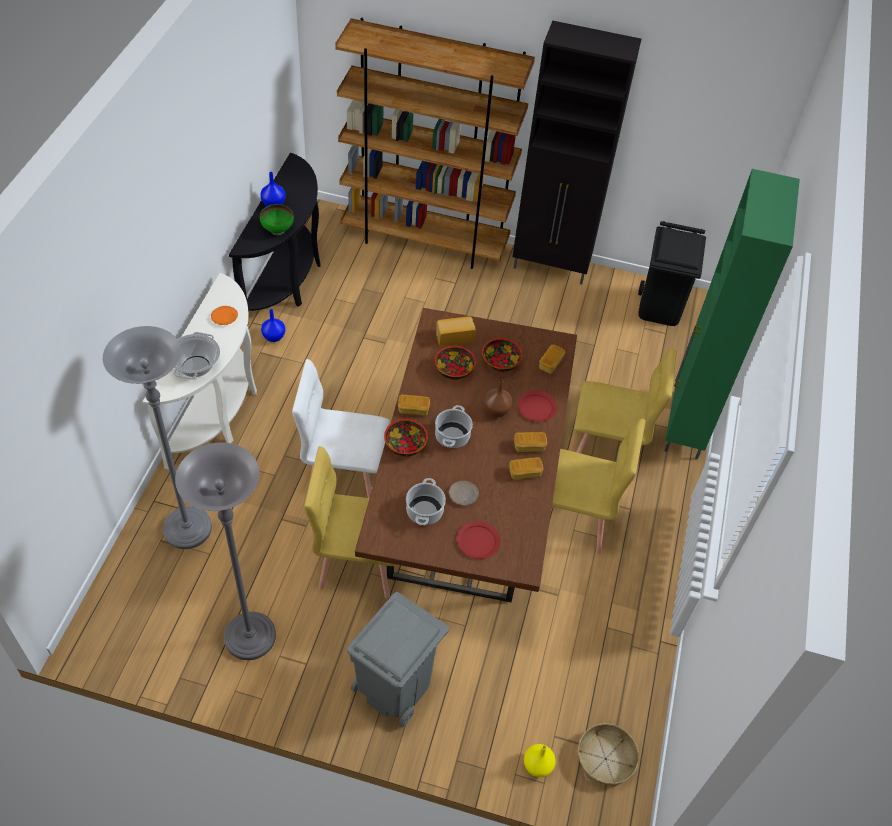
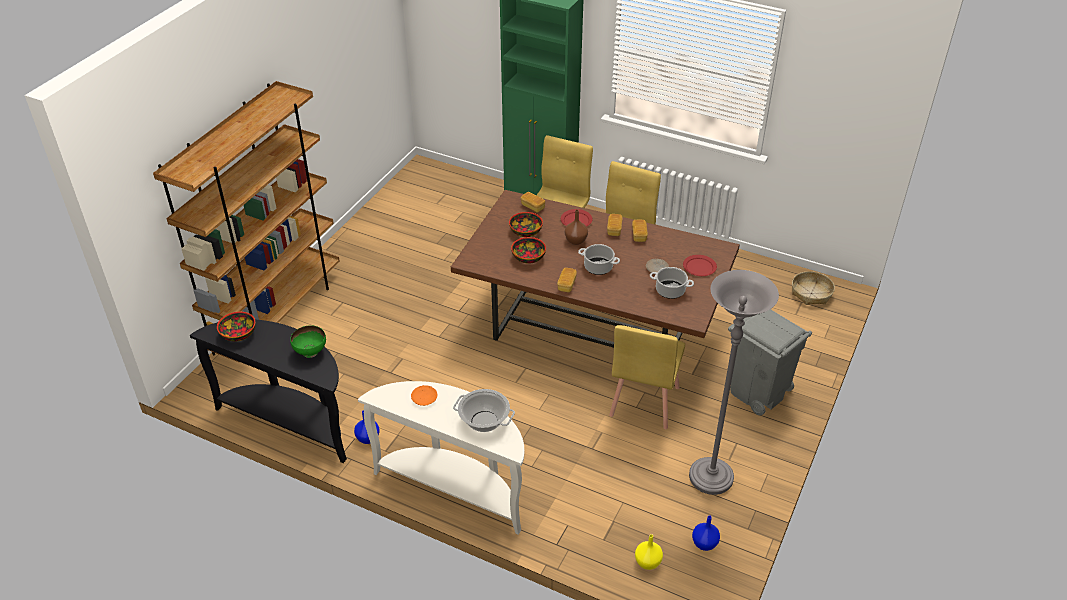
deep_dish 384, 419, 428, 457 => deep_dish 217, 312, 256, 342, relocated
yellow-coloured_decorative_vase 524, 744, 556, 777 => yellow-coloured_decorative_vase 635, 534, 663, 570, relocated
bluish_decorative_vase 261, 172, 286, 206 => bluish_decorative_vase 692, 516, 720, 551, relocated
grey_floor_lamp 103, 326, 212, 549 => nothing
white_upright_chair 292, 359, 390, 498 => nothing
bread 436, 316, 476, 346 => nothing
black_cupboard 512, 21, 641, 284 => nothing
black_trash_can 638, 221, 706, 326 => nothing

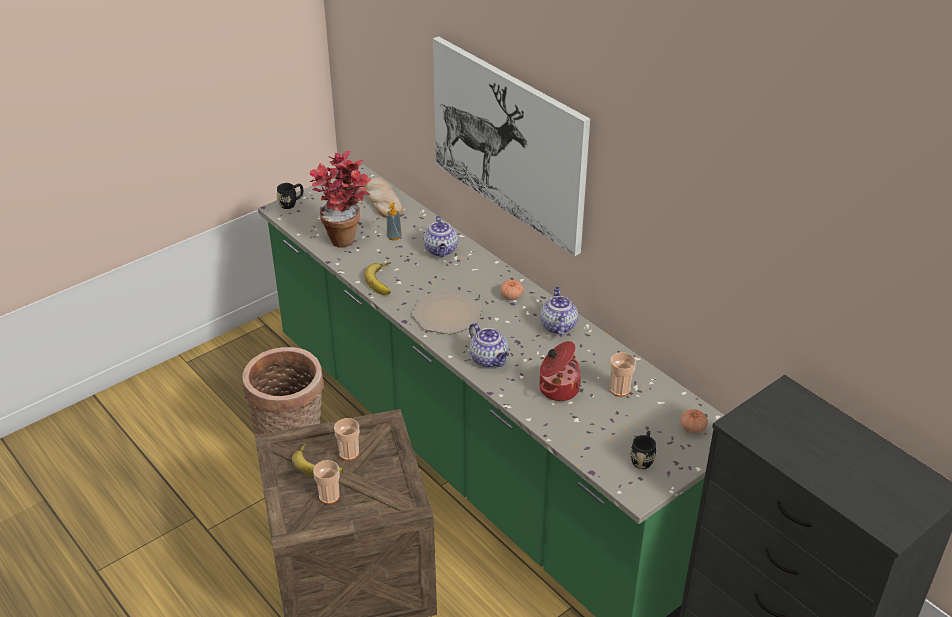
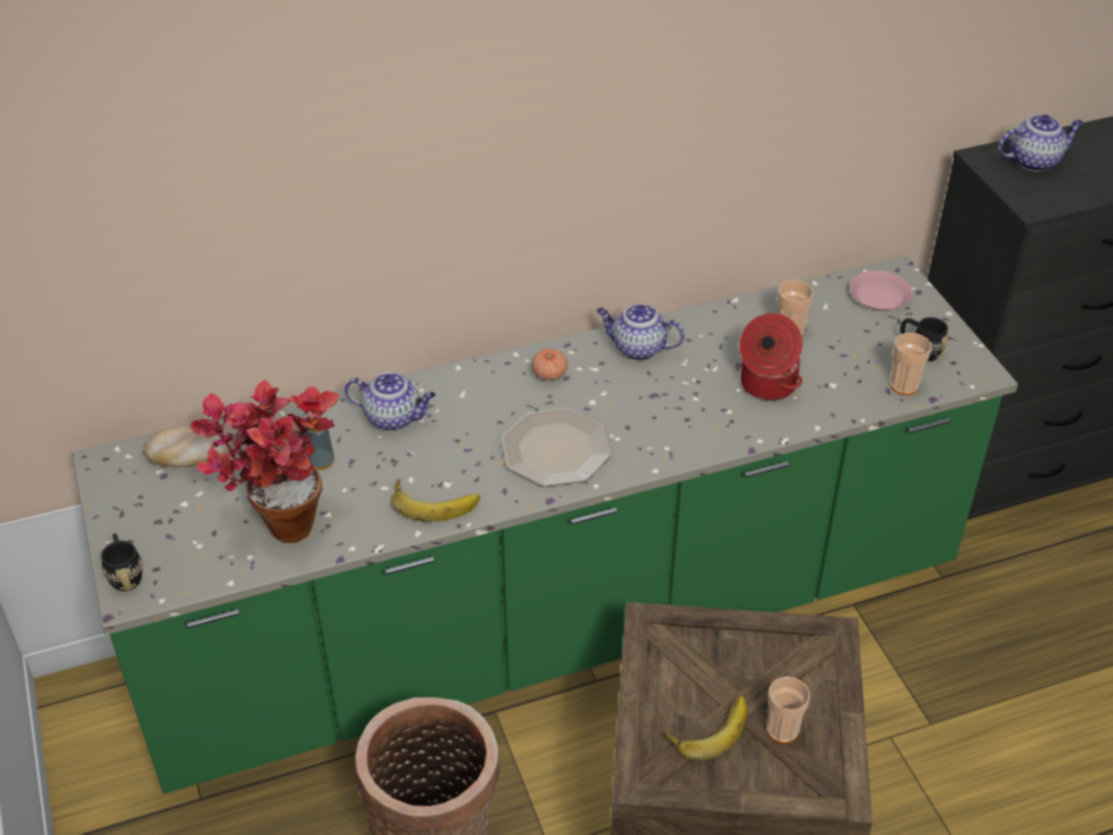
whole_tomato 680, 409, 708, 434 => pink-coloured_dinner_plate 850, 270, 912, 311
small_cup 334, 418, 360, 461 => small_cup 890, 333, 932, 395, relocated
tea_pot 469, 323, 509, 367 => tea_pot 998, 115, 1084, 171, relocated
wall_picture 433, 36, 590, 256 => nothing

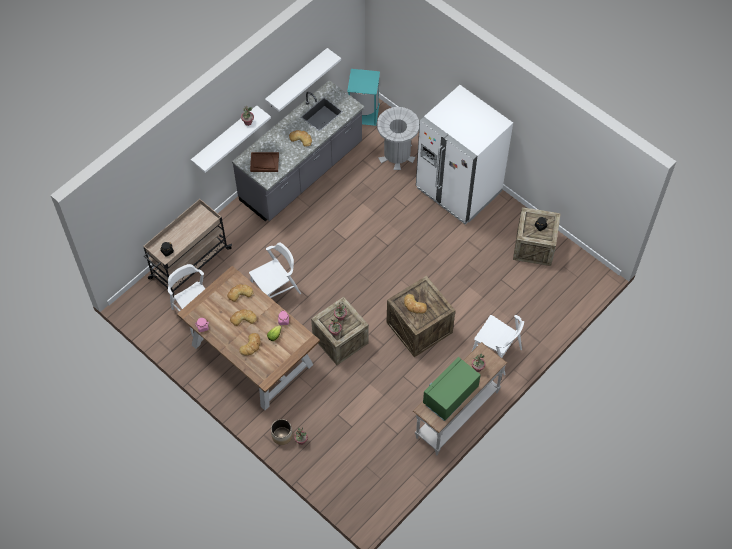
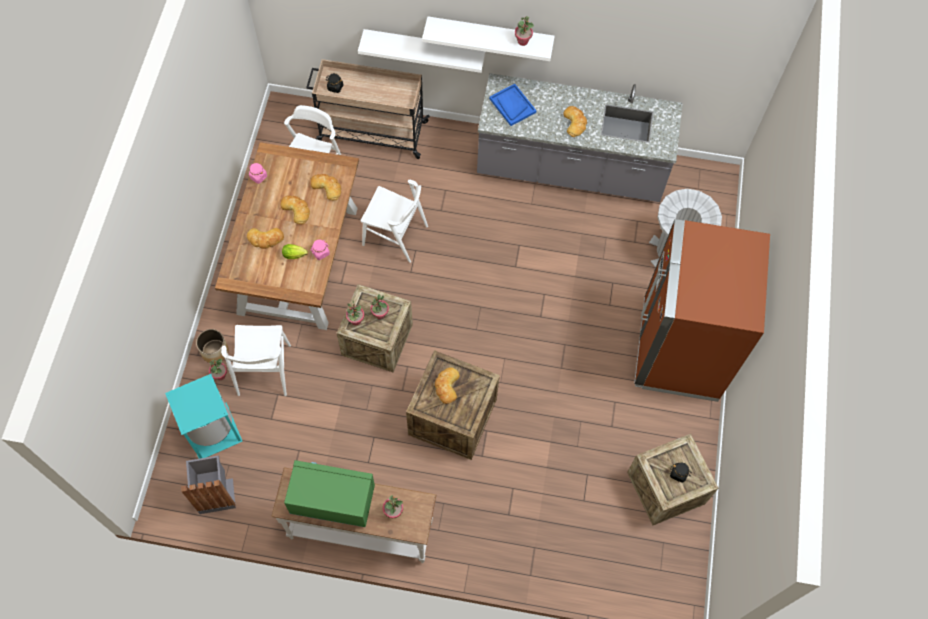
blue-green_trash_can 347, 69, 380, 126 => blue-green_trash_can 165, 374, 243, 459, relocated
nothing => grey_trash_can 181, 456, 236, 514
white_upright_chair 472, 315, 524, 375 => white_upright_chair 221, 325, 291, 396, relocated
white_wall_shelf 265, 48, 341, 112 => white_wall_shelf 358, 29, 486, 73, relocated
brown_serving_tray 250, 152, 279, 172 => bluish_serving_tray 489, 84, 537, 126
white_fridge 416, 85, 513, 225 => brown_fridge 634, 219, 770, 402

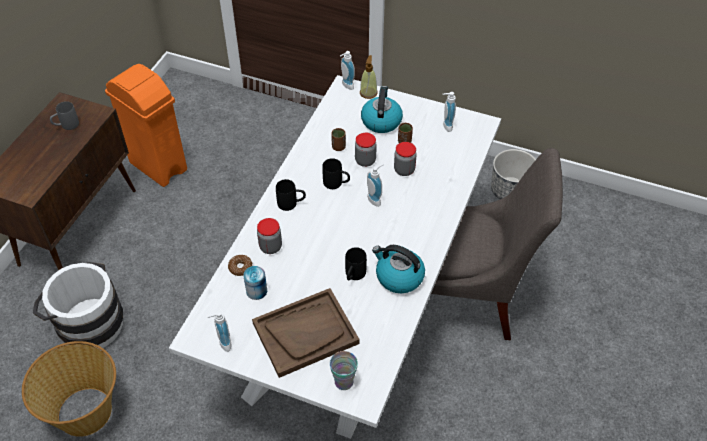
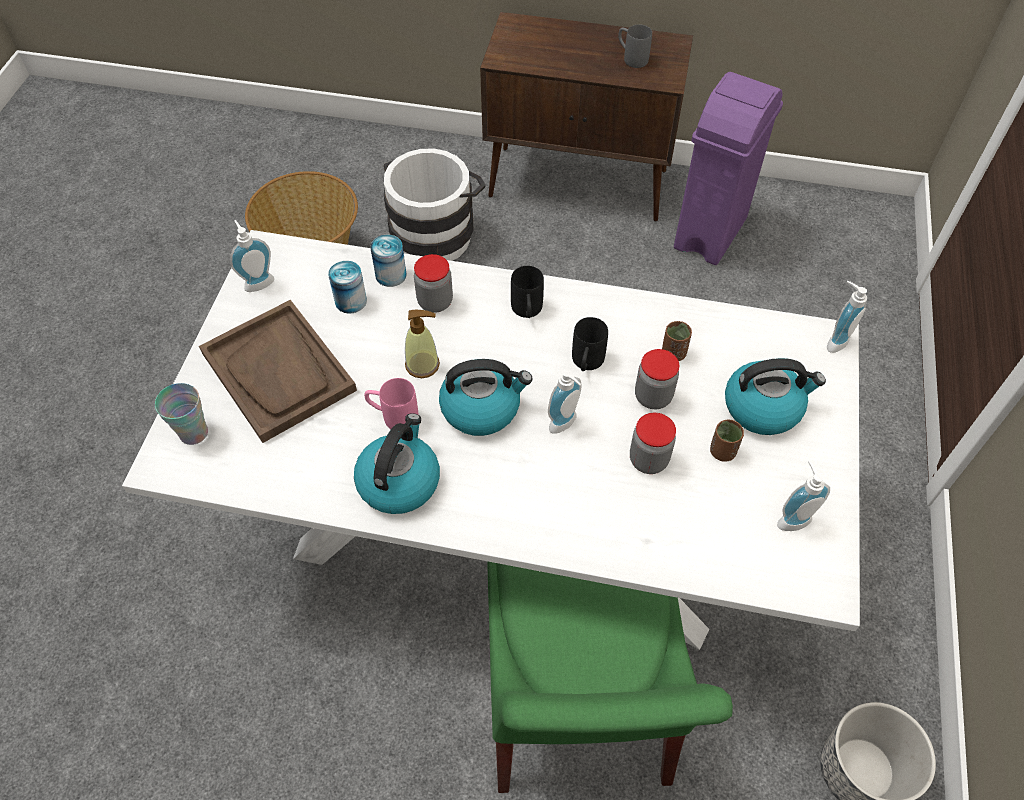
black_coffee_mug 345, 247, 367, 281 => pink-coloured_coffee_mug 364, 378, 419, 429
ring_doughnut 228, 255, 252, 276 => sealed_can 370, 235, 407, 287
liquid_soap_bottle 360, 55, 378, 99 => liquid_soap_bottle 405, 310, 440, 378, relocated
nothing => kettle 439, 359, 533, 436
grey_upright_chair 431, 148, 563, 340 => green-coloured_upright_chair 487, 561, 733, 793
orangey_trash_can 105, 64, 187, 187 => purple-coloured_trash_can 674, 72, 783, 265

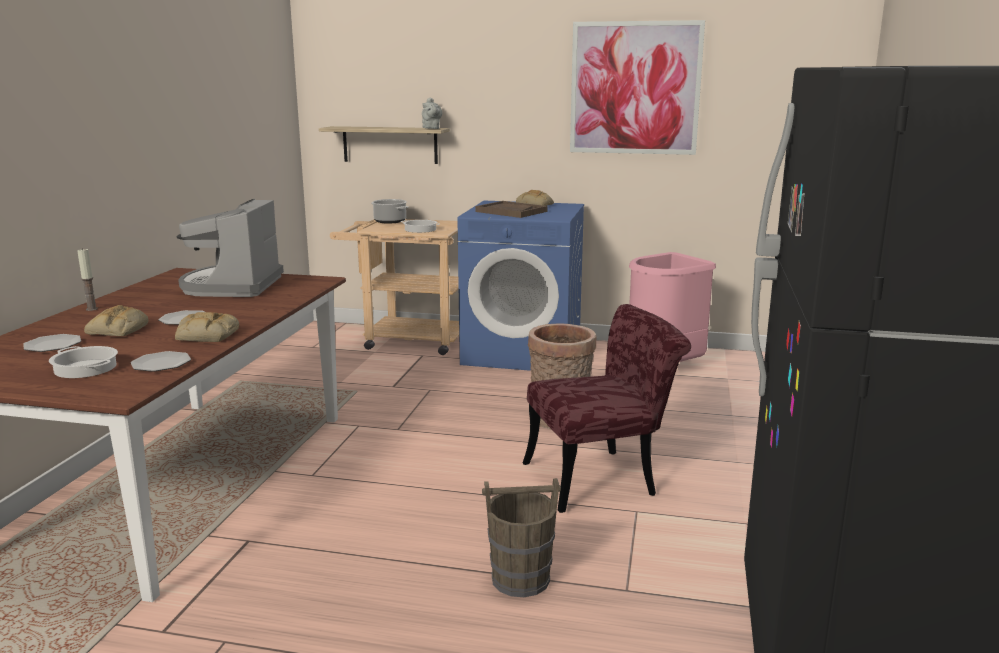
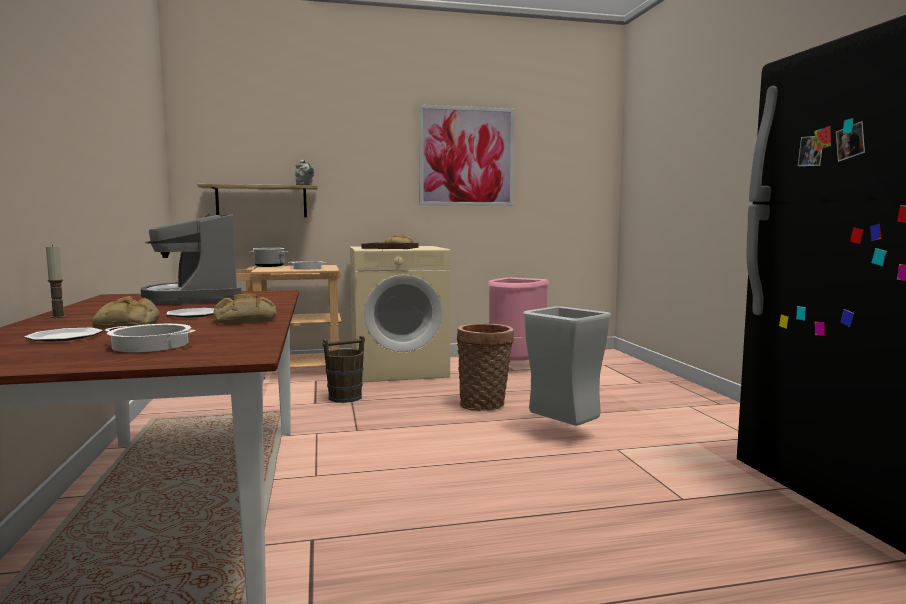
brown_bucket 482, 478, 561, 597 => brown_bucket 323, 336, 365, 403, relocated
bluish_washing_machine 457, 201, 584, 371 => sand-coloured_washing_machine 350, 246, 450, 382
red_upright_chair 523, 304, 691, 513 => grey_trash_can 523, 306, 611, 426
dinner_plate 131, 351, 191, 372 => nothing

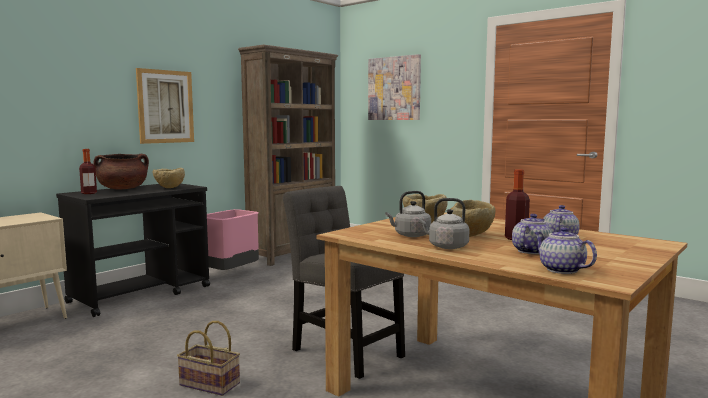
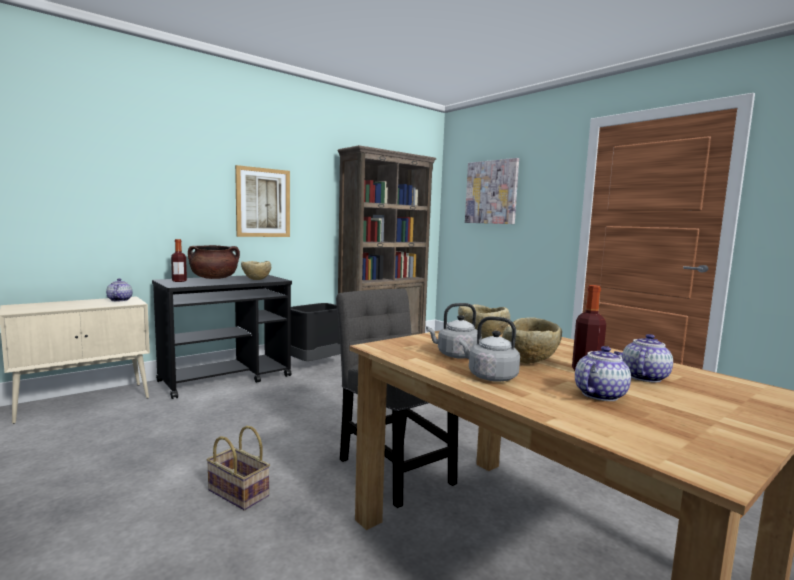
tea_pot 534, 227, 597, 274 => tea_pot 106, 278, 132, 301, relocated
pink-coloured_trash_can 207, 209, 259, 270 => black_trash_can 291, 303, 341, 361

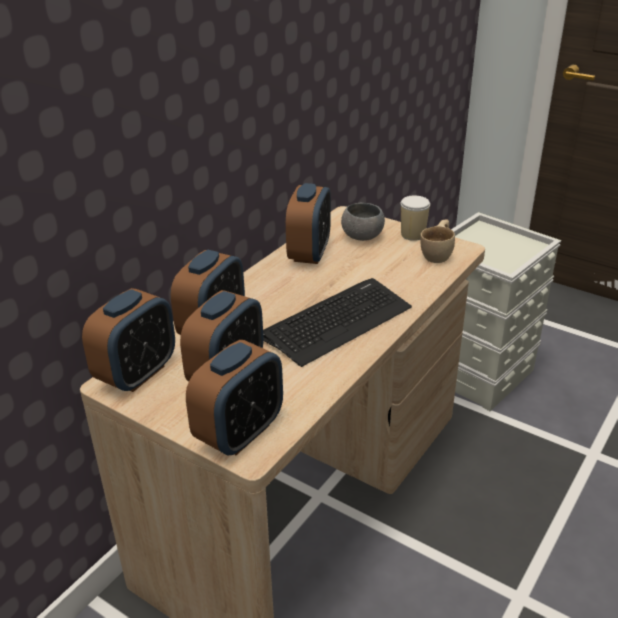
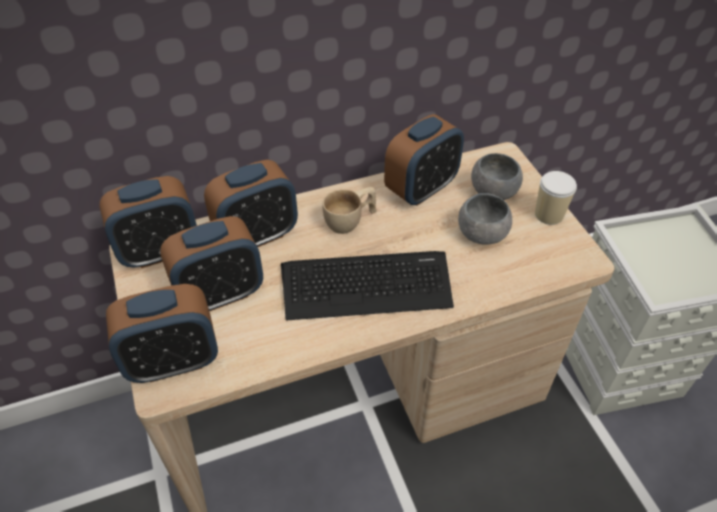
sand-coloured_small_cup 420, 219, 455, 263 => sand-coloured_small_cup 322, 187, 376, 234, relocated
nothing => grey_deep_dish 458, 193, 512, 245

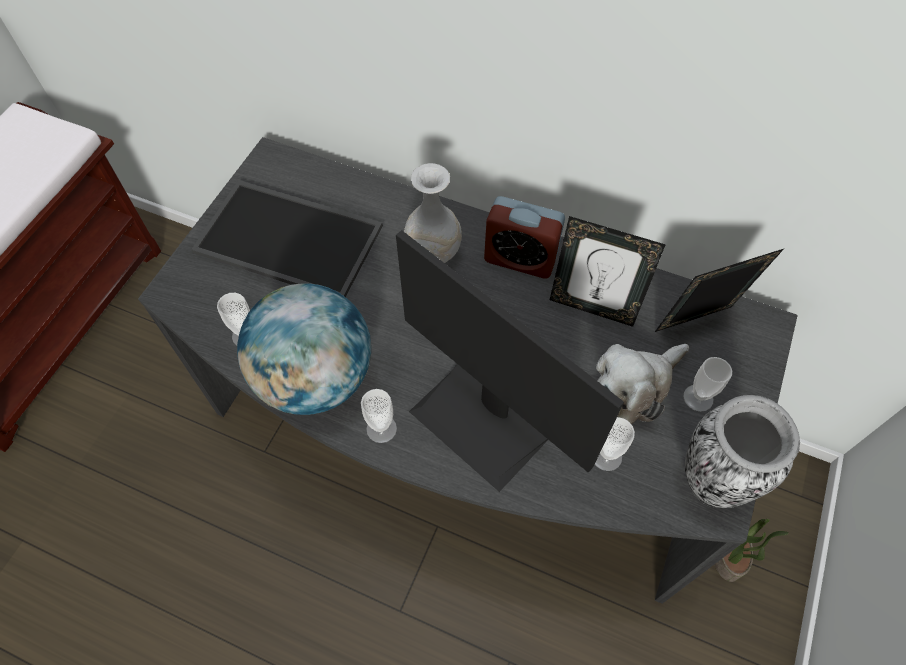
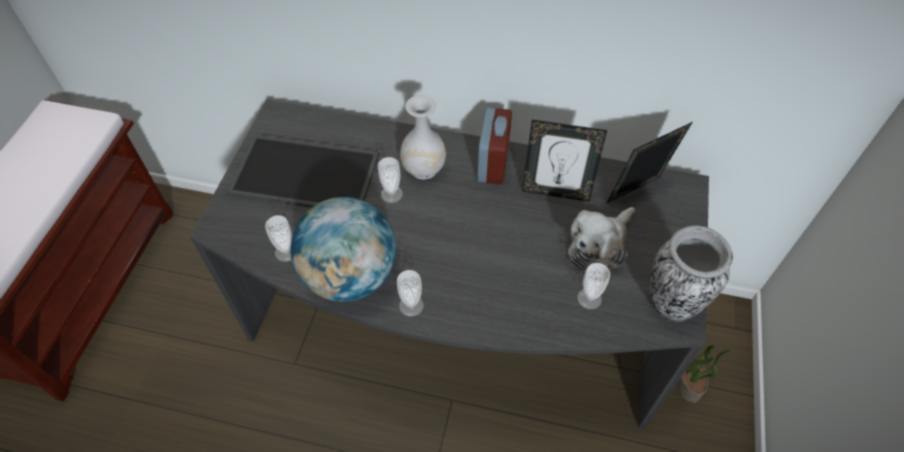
small_cup 683, 357, 732, 412 => small_cup 378, 157, 403, 203, relocated
table_clock 484, 196, 565, 279 => table_clock 477, 107, 512, 185, 90 degrees counterclockwise
monitor 396, 230, 624, 492 => nothing

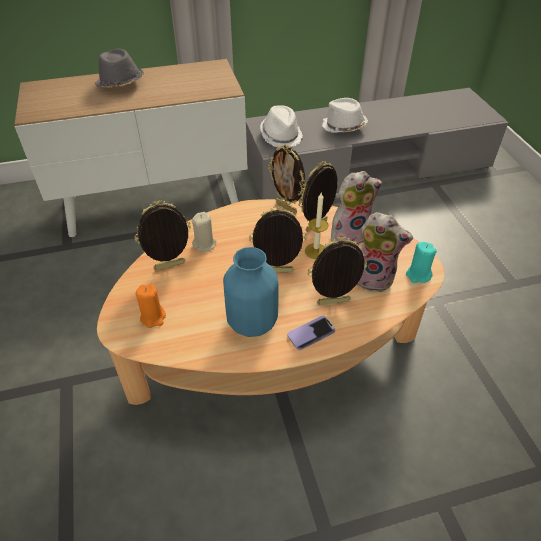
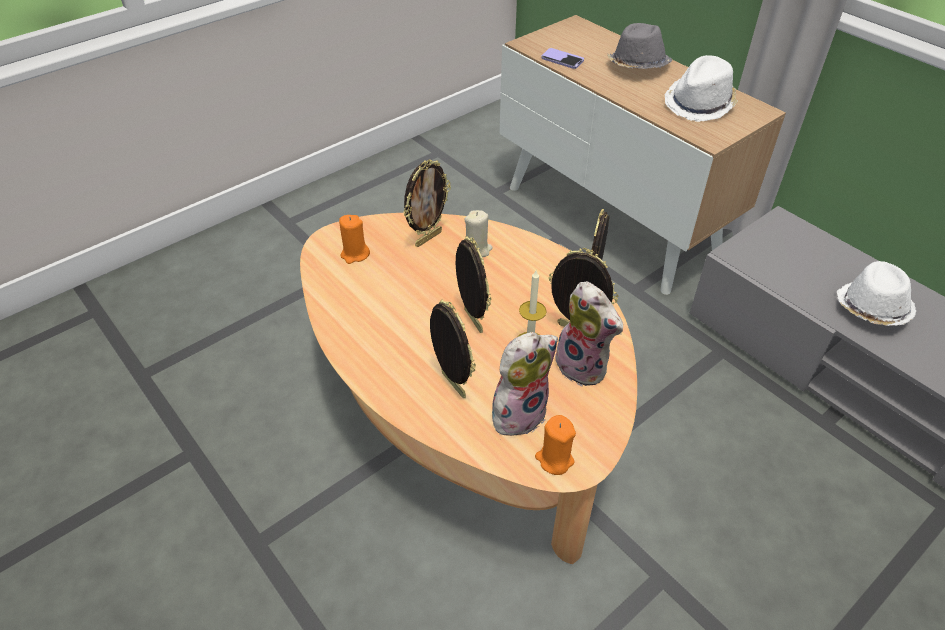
picture_frame 134, 200, 191, 270 => picture_frame 403, 160, 451, 247, 90 degrees clockwise
cuddly_toy 357, 212, 413, 292 => cuddly_toy 492, 332, 558, 436, 120 degrees counterclockwise
blue-green_wax_candle 406, 242, 437, 283 => orangey_wax_candle 535, 415, 576, 475
handset 287, 316, 335, 350 => handset 541, 48, 584, 69, relocated
white_clothing_hat 260, 105, 303, 147 => white_clothing_hat 665, 55, 738, 122, relocated
bluish_decorative_vase 223, 247, 279, 337 => nothing

